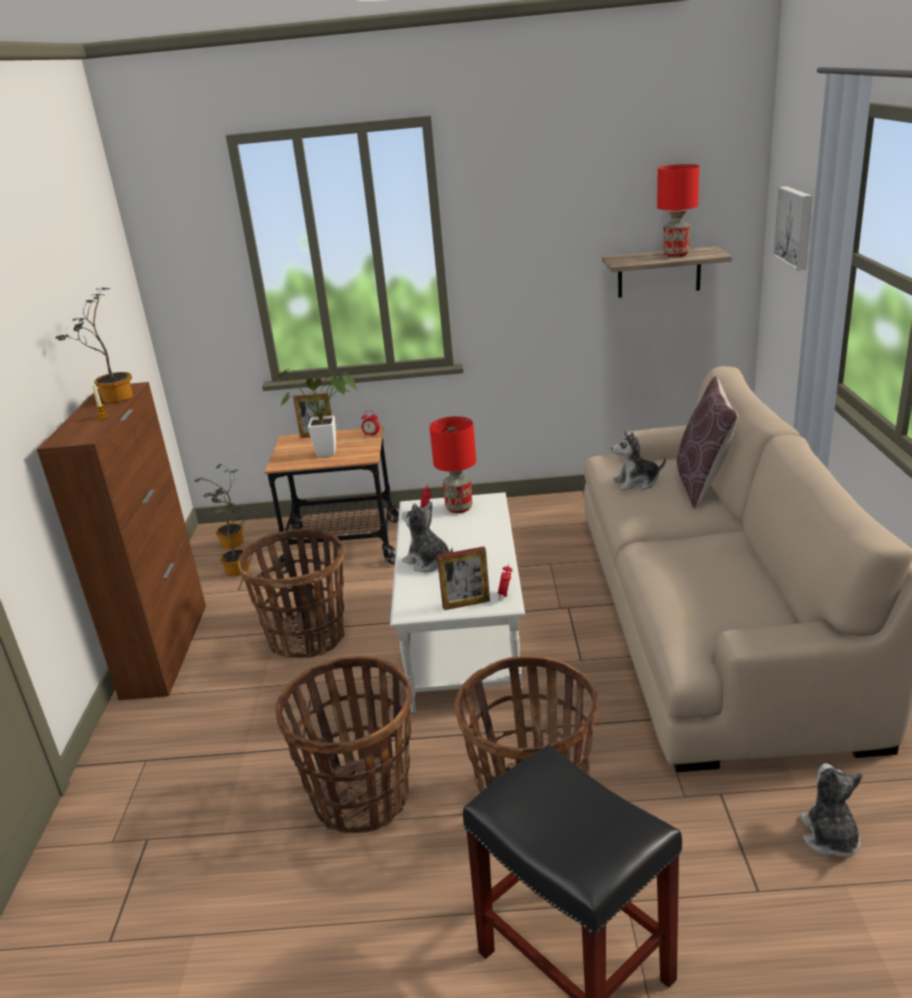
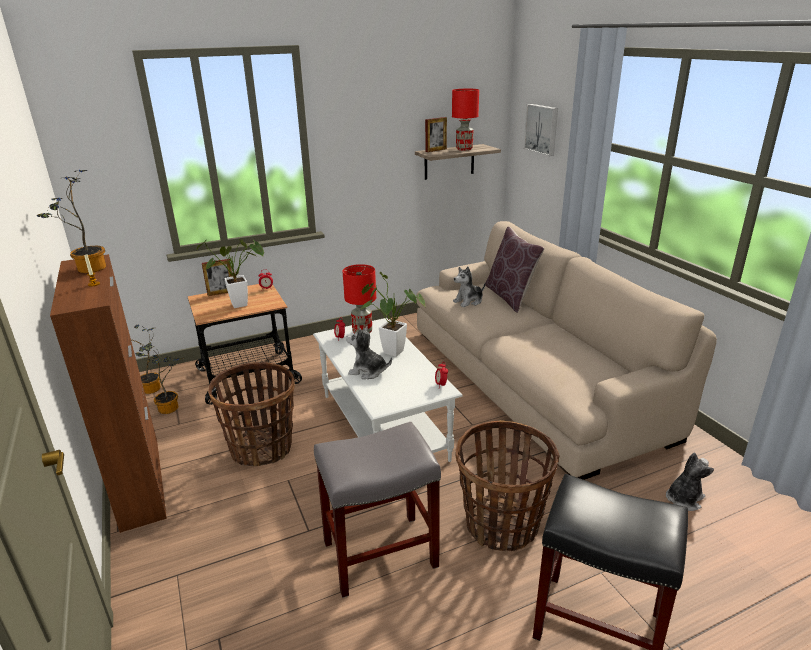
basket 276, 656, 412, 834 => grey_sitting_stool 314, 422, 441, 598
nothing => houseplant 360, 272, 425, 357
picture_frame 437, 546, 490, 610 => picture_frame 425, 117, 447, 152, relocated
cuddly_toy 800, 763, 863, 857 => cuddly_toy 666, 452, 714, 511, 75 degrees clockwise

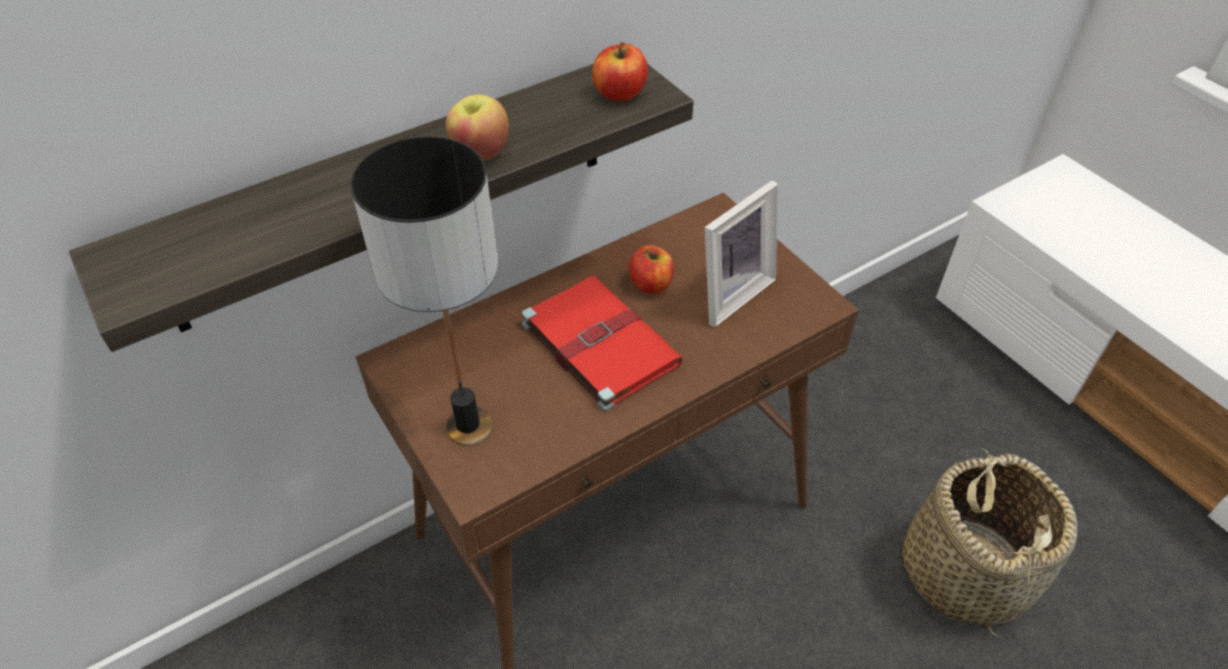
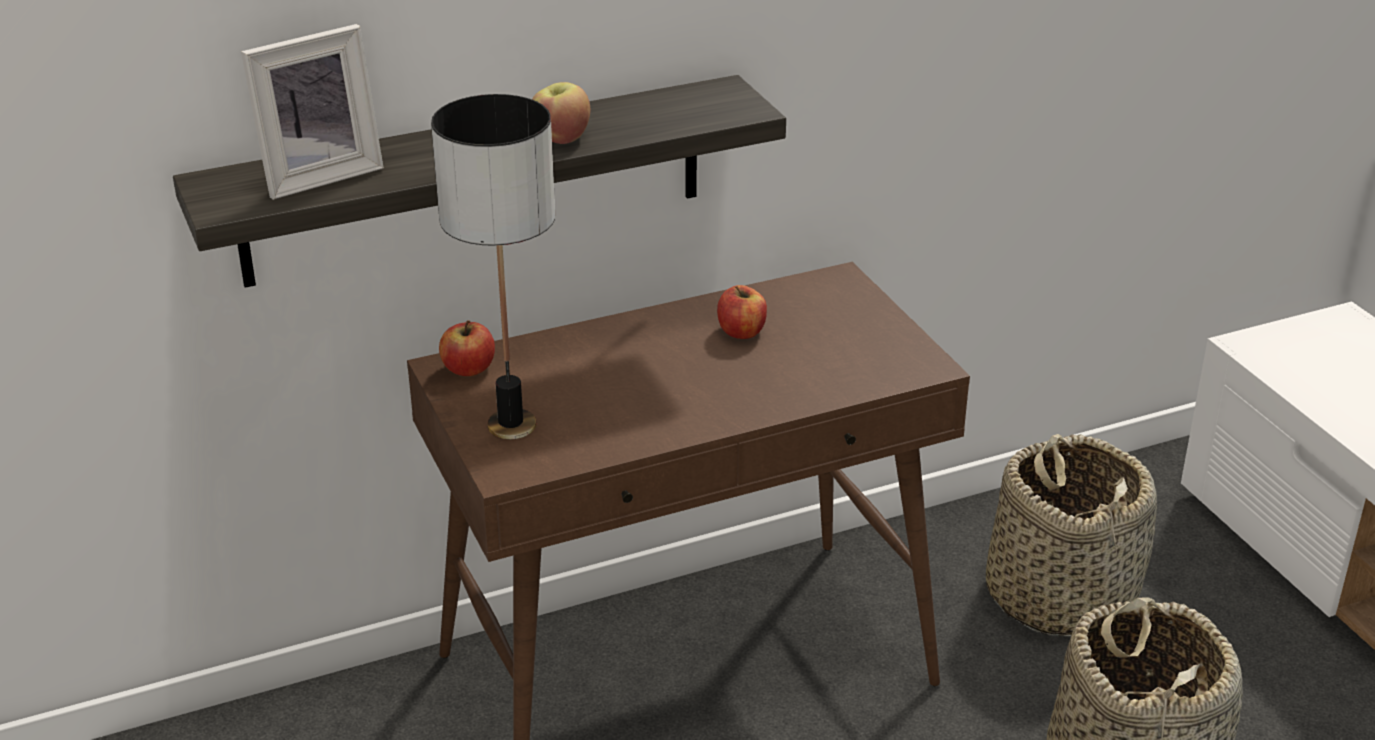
picture_frame 705, 180, 778, 327 => picture_frame 241, 24, 384, 200, relocated
apple_fruit 592, 42, 648, 101 => apple_fruit 439, 320, 495, 376, relocated
nothing => basket 986, 434, 1157, 636
red_bound_book 522, 276, 683, 411 => nothing

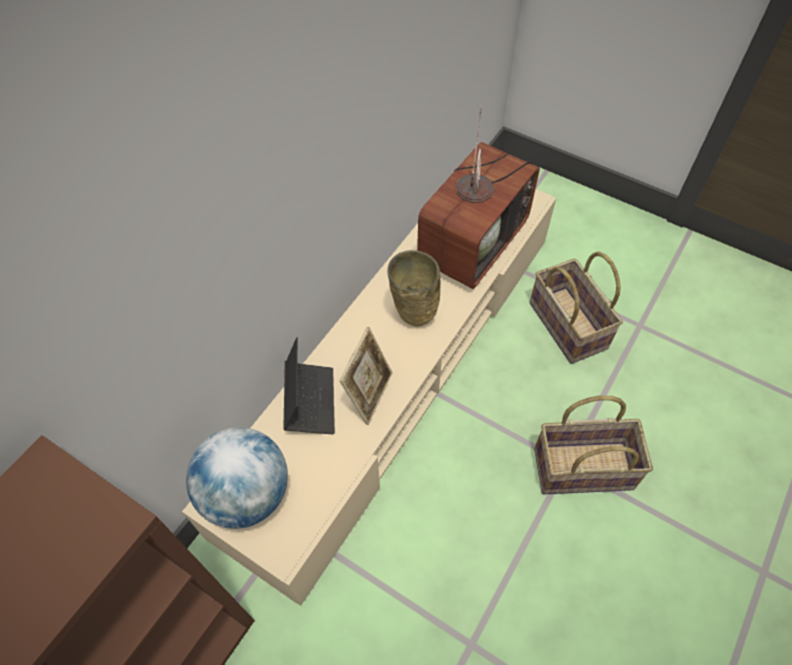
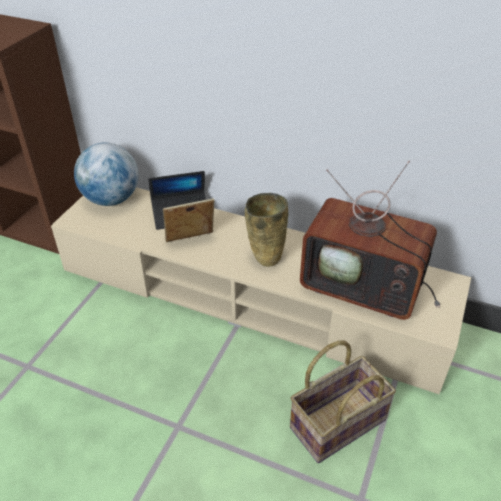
picture_frame 340, 327, 393, 425 => picture_frame 163, 198, 214, 242, 150 degrees clockwise
basket 534, 396, 653, 494 => nothing

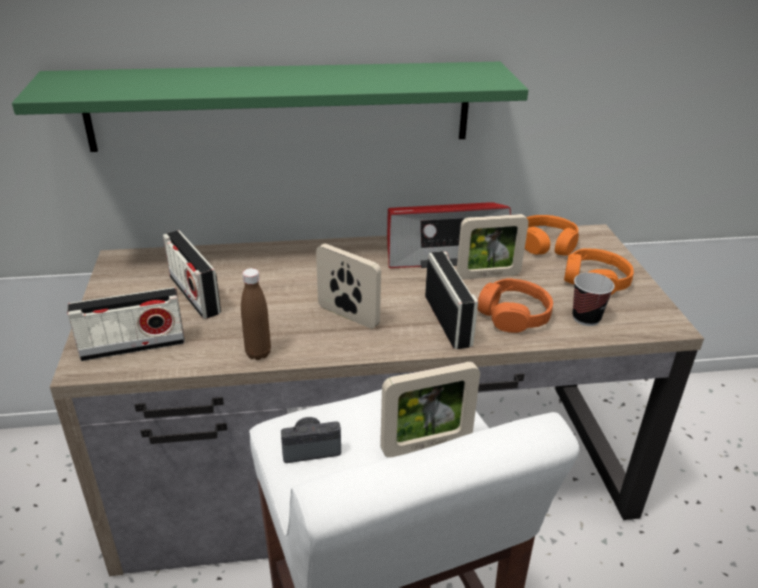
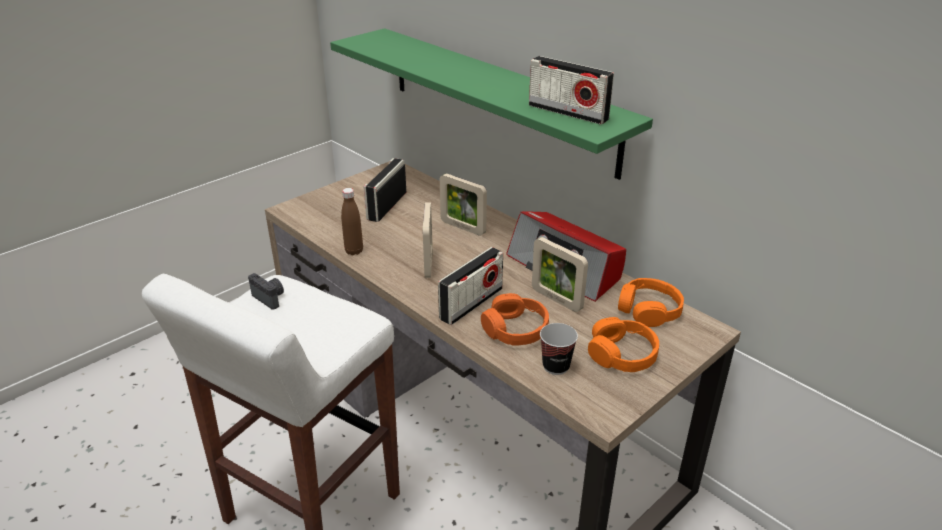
picture_frame 380, 362, 480, 457 => picture_frame 440, 174, 487, 236, relocated
radio 67, 287, 185, 361 => radio 529, 56, 614, 125, relocated

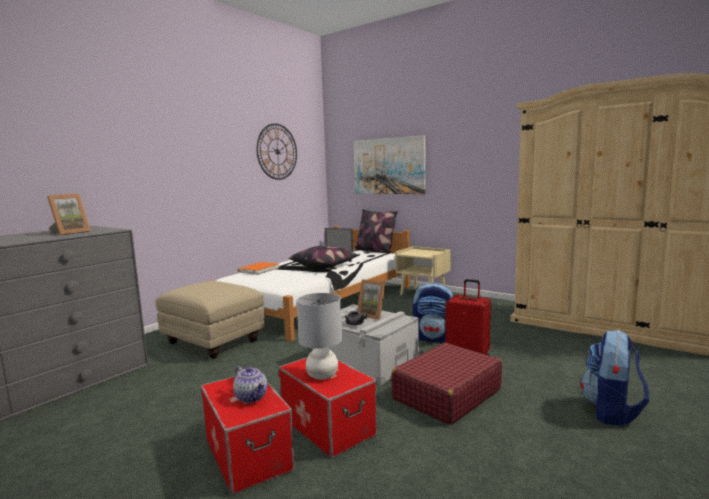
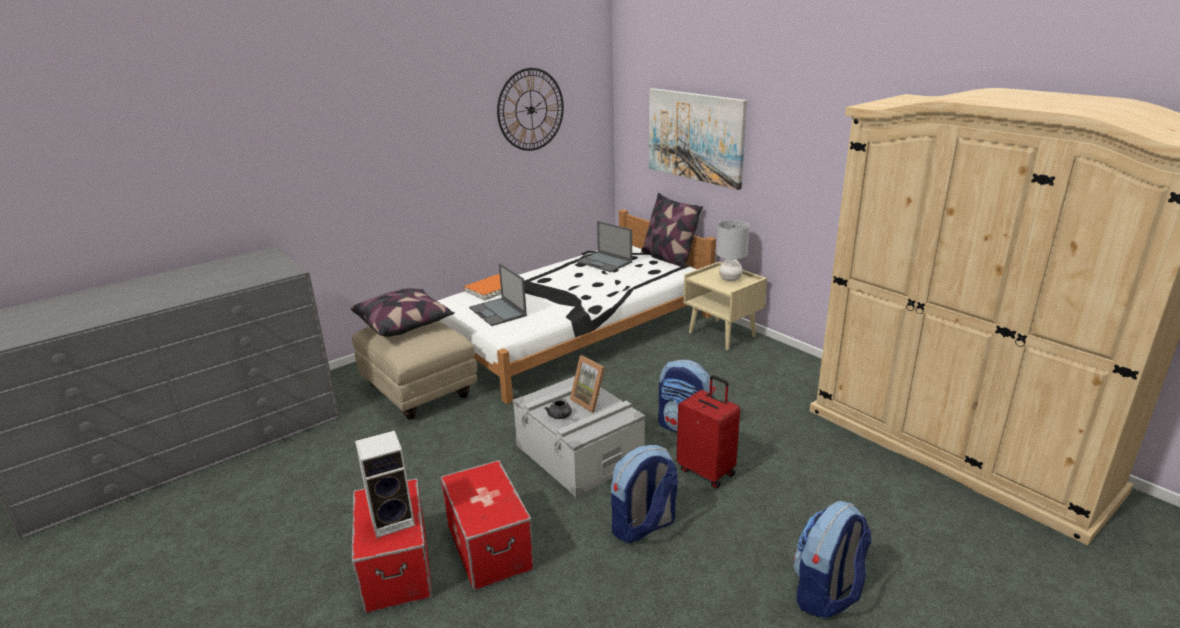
throw_pillow 289, 246, 359, 269 => throw_pillow 351, 288, 455, 337, relocated
tea_pot 233, 366, 267, 403 => loudspeaker 355, 431, 415, 538
nothing => portable_computer 469, 263, 527, 326
red_suitcase 391, 343, 502, 425 => knapsack 611, 445, 678, 543
grey_table_lamp 296, 293, 342, 380 => grey_table_lamp 716, 220, 750, 281, relocated
picture_frame 47, 194, 91, 235 => nothing

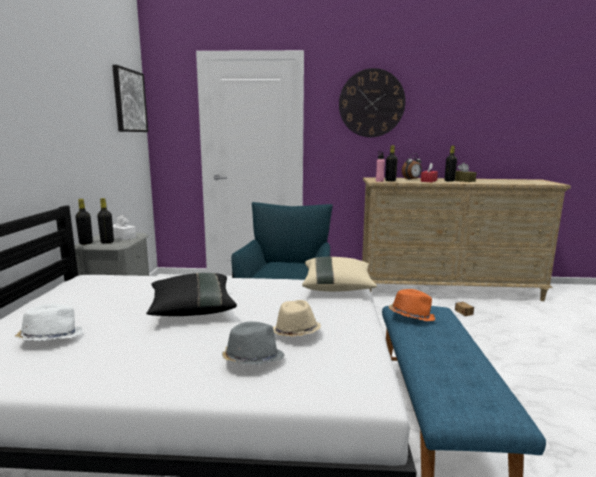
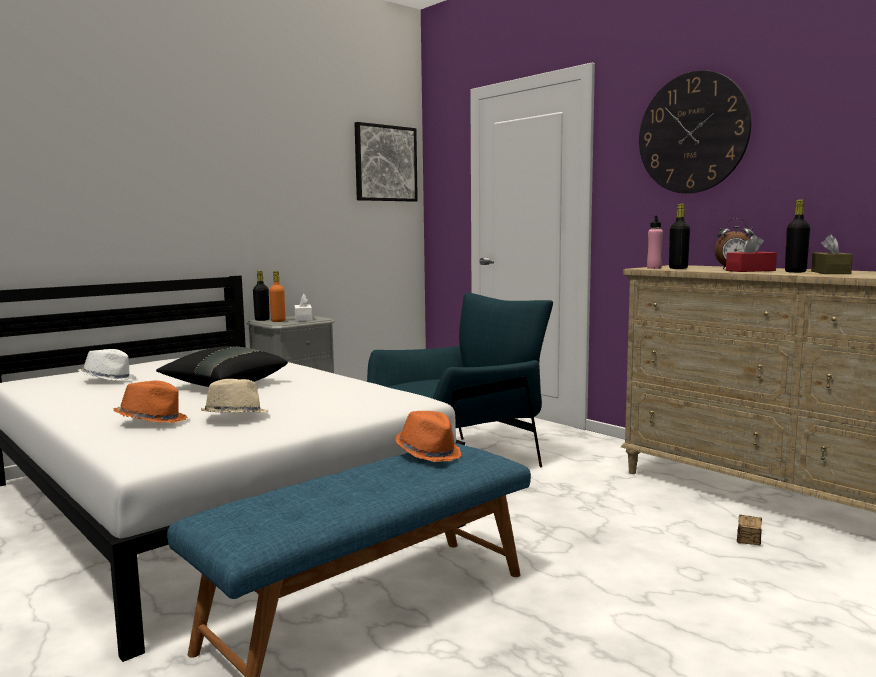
grey_clothing_hat 222, 322, 285, 365 => orangey_clothing_hat 114, 381, 188, 423
black_bottle 97, 198, 114, 244 => orangey_bottle 269, 271, 285, 322
sand-coloured_throw_pillow 302, 257, 377, 292 => nothing

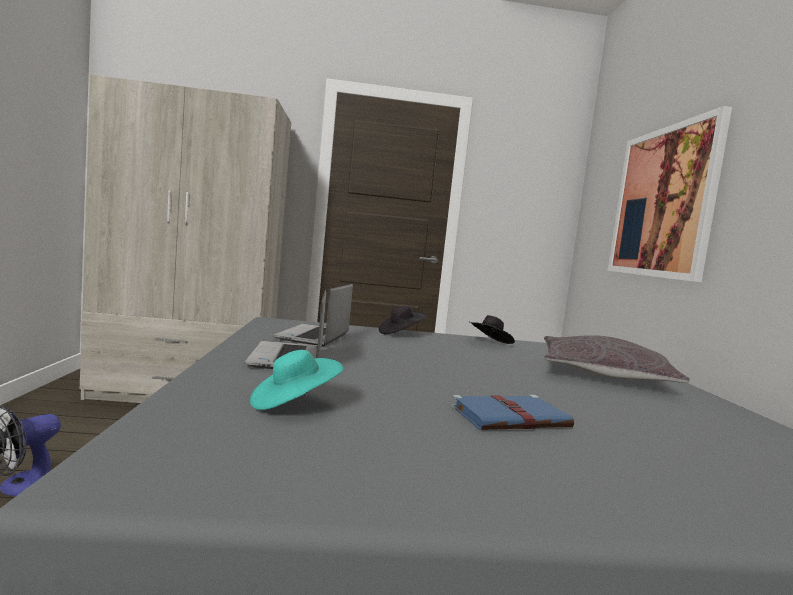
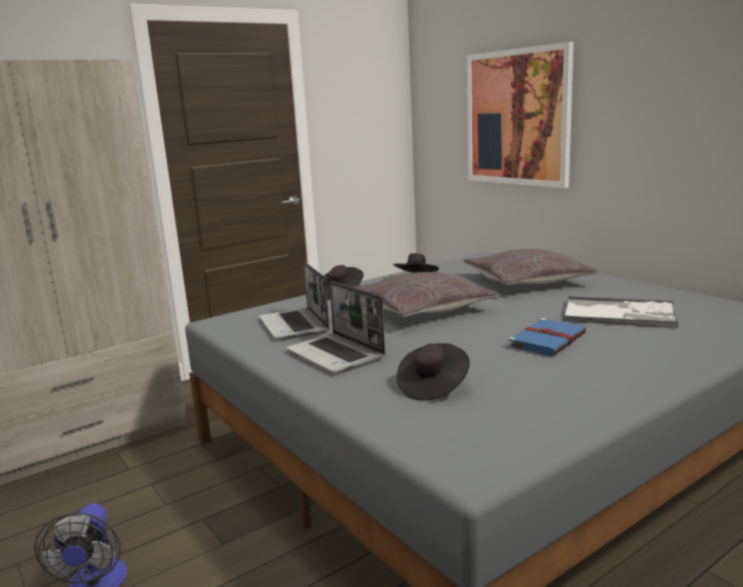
nothing => grey_throw_pillow 353, 271, 500, 317
blue-green_clothing_hat 250, 350, 343, 410 => black_clothing_hat 397, 343, 470, 401
nothing => serving_tray 563, 296, 678, 328

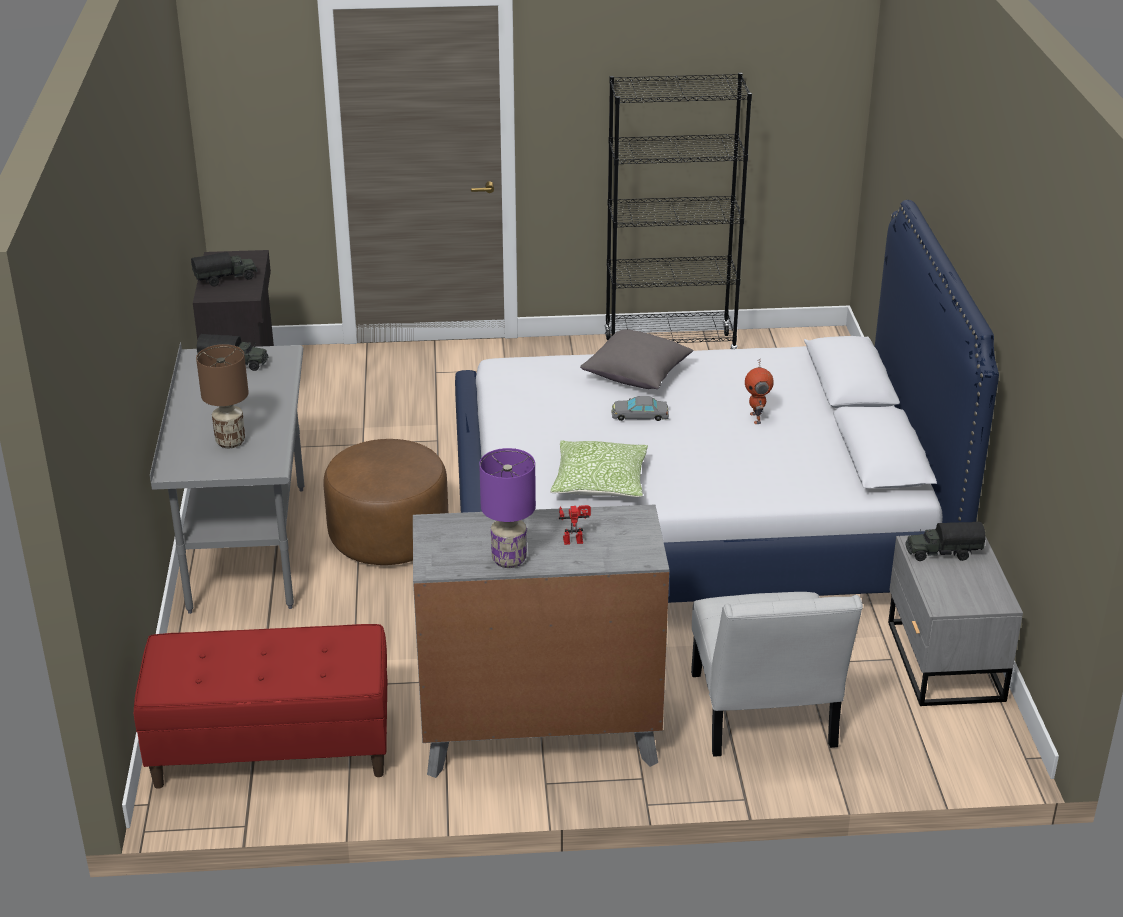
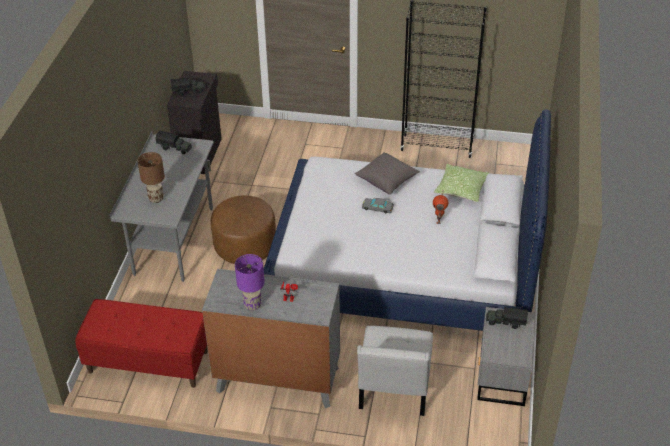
throw_pillow 550, 441, 648, 497 => throw_pillow 434, 164, 489, 202, relocated

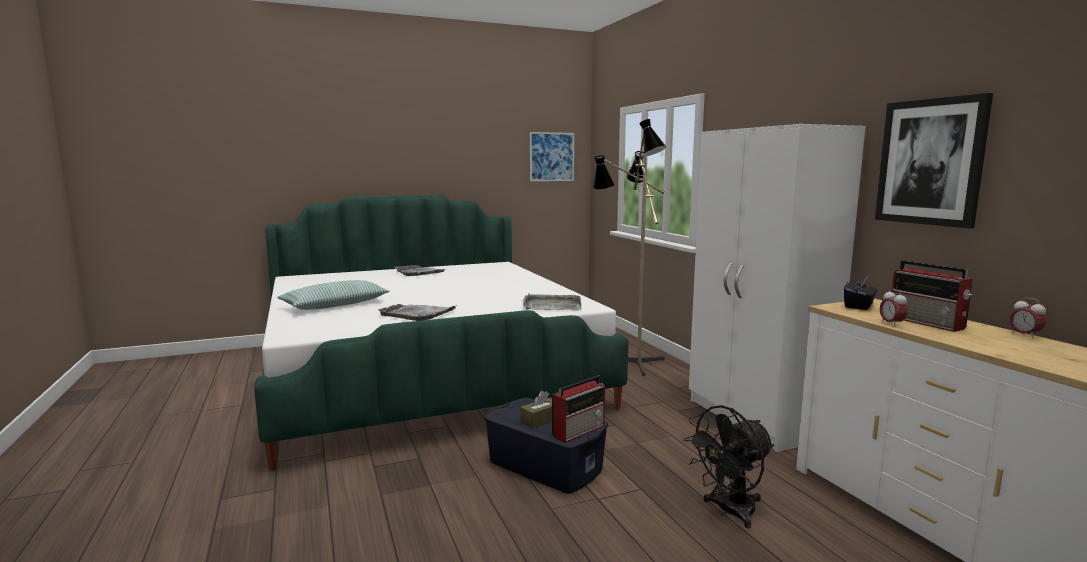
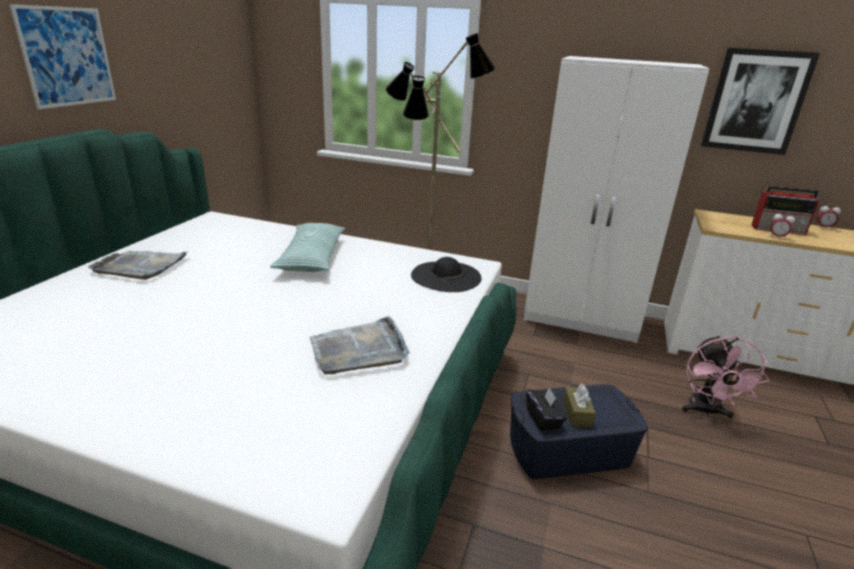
wall_picture 530, 132, 574, 181 => wall_picture 9, 4, 116, 109, relocated
throw_pillow 277, 280, 390, 310 => throw_pillow 270, 223, 345, 272, relocated
grey_serving_tray 522, 293, 582, 311 => black_clothing_hat 411, 257, 481, 292
black_tissue_holder 844, 275, 878, 310 => black_tissue_holder 526, 387, 567, 431, relocated
black_electric_fan 683, 405, 774, 529 => pink-coloured_electric_fan 682, 335, 769, 419
radio 552, 375, 605, 443 => nothing

